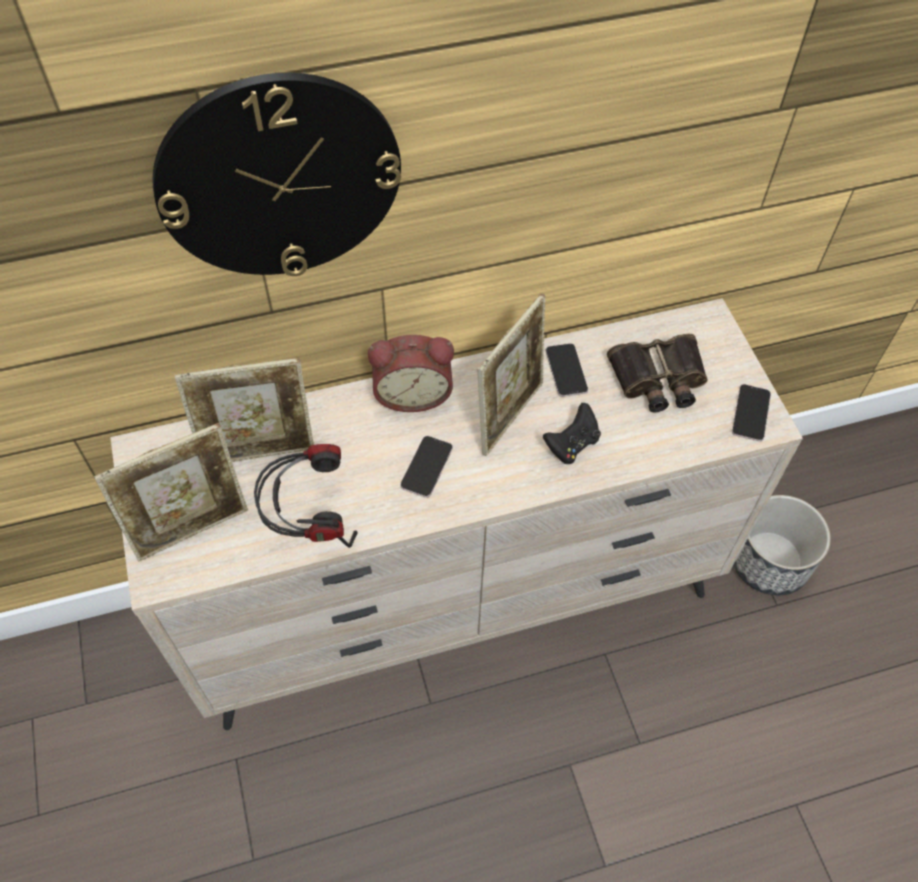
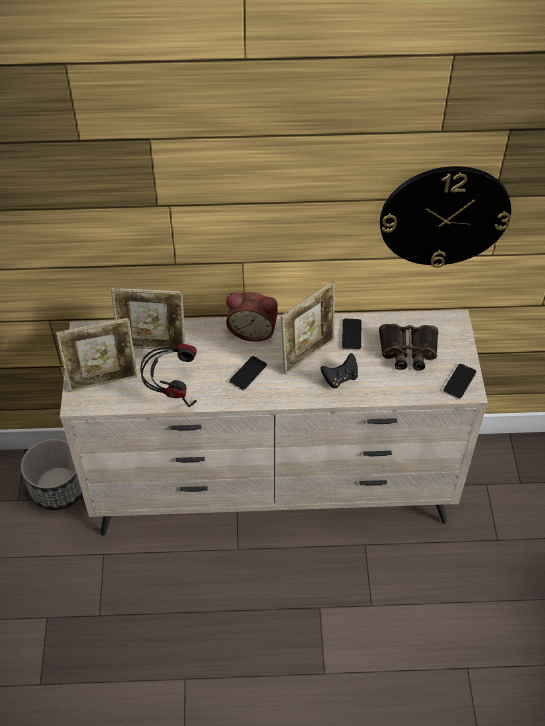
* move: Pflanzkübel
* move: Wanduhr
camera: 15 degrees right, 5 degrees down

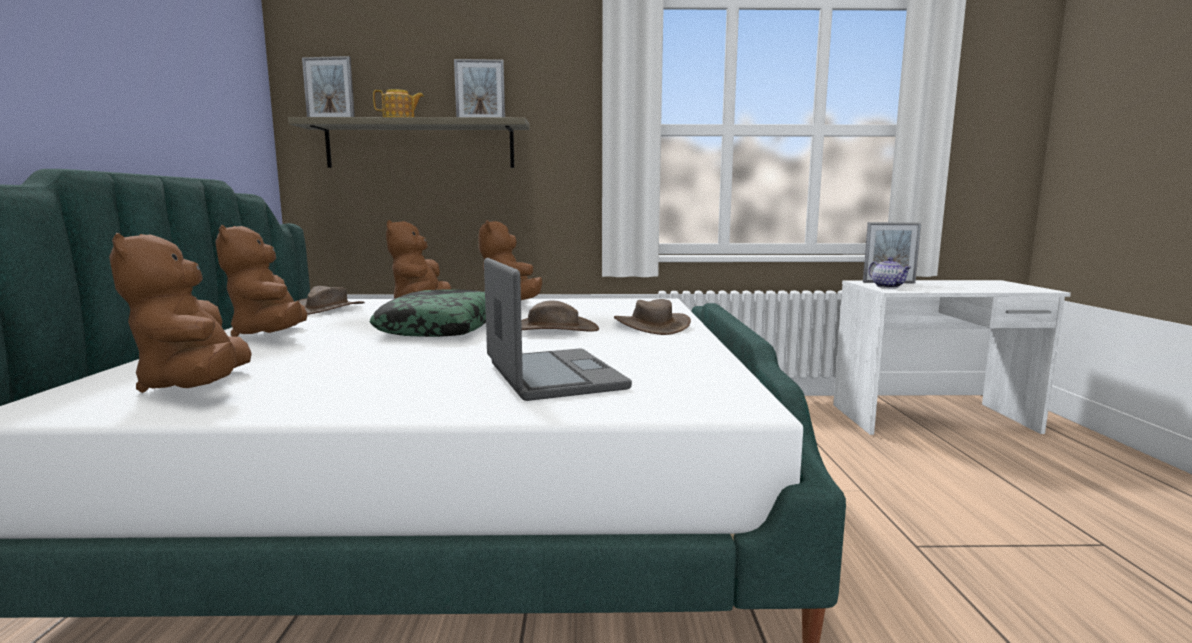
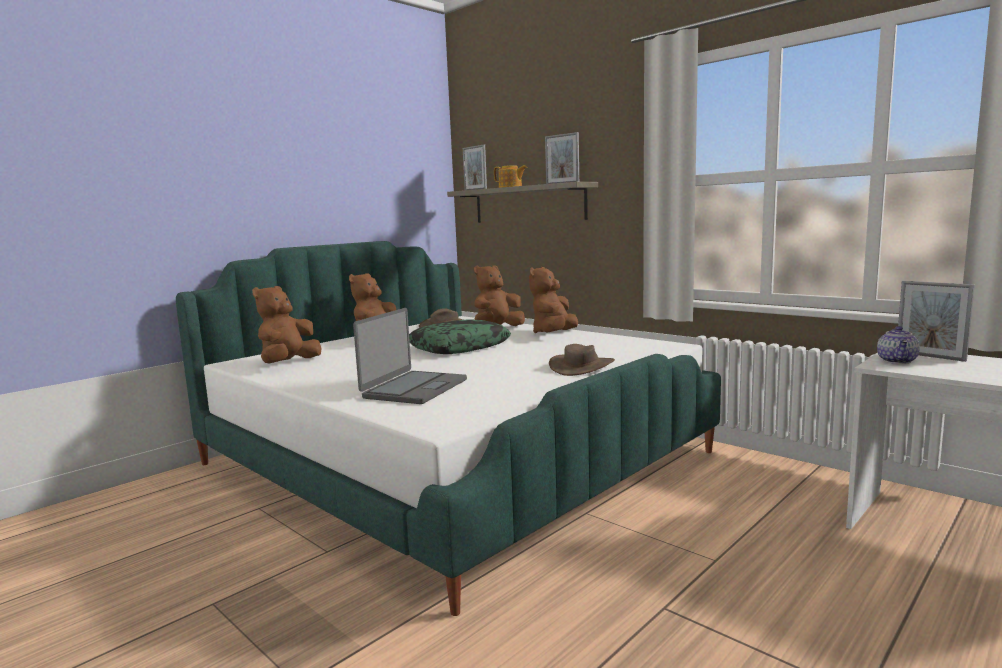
* delete: Hut [braun] (2nd from left)
camera: 45 degrees right, 0 degrees up

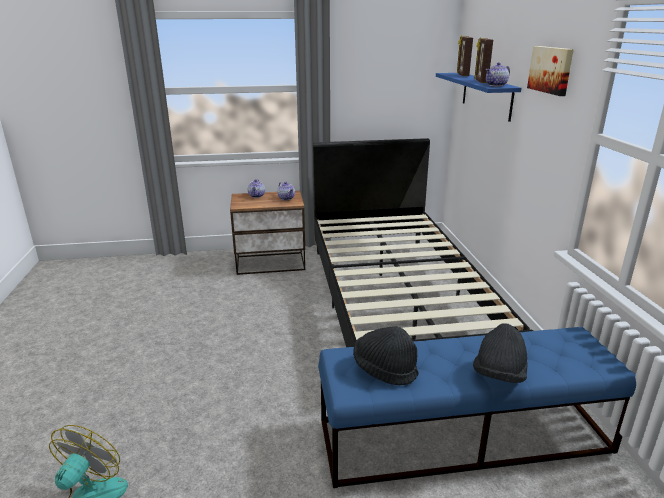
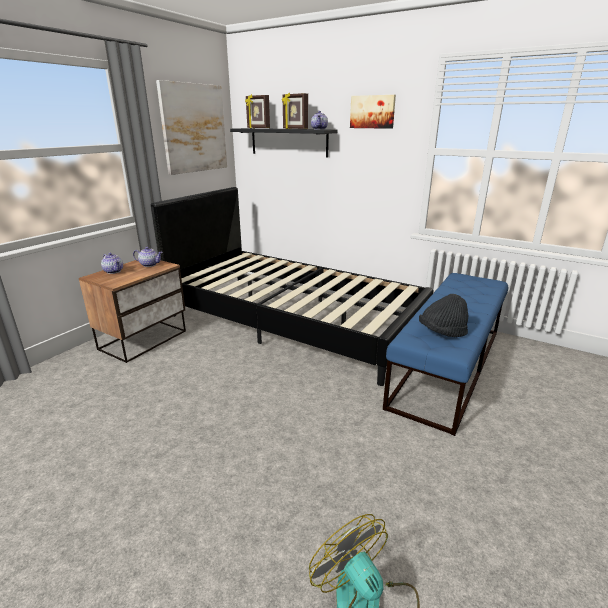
* insert: Bild (1st from left)
* recolor: Wandregal [blau] to Wandregal [schwarz]
* delete: Hut [schwarz] (2nd from left)
camera: 50 degrees left, 0 degrees up

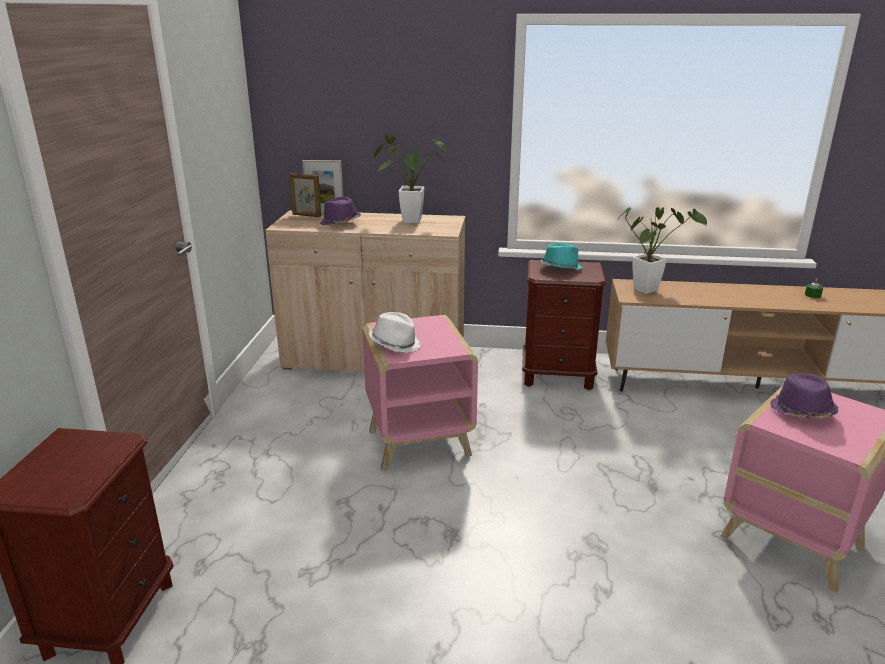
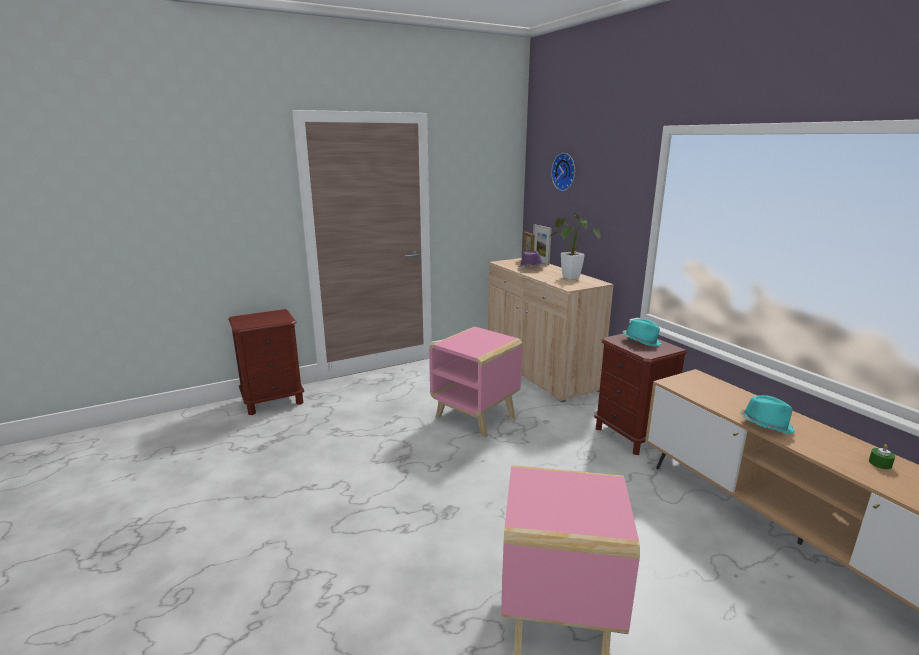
* insert: Wanduhr
* insert: Hut [türkis] (2nd from left)
* delete: Hut [weiß]
* delete: Topfpflanze (2nd from left)
* delete: Hut [lila] (2nd from left)
camera: 55 degrees right, 5 degrees down

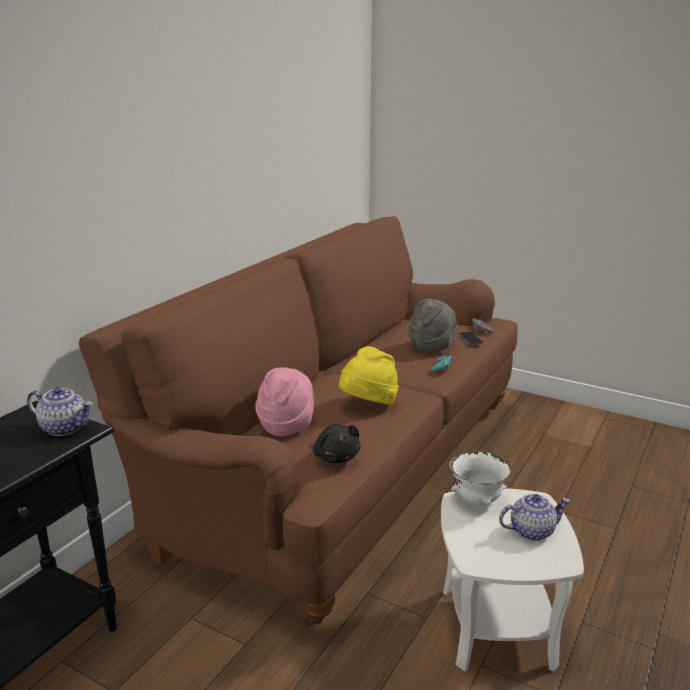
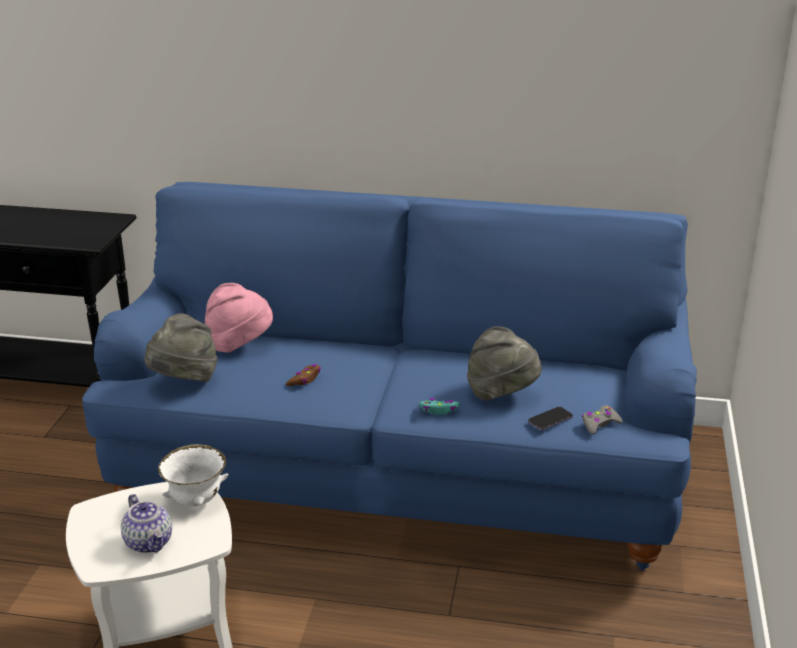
* recolor: Sofa [braun] to Sofa [blau]
* replace: Plüschtier [schwarz] to Hut [grau] (1st from left)
* replace: Hut [gelb] to Gamepad [braun]
* delete: Teekanne (1st from left)
camera: 70 degrees right, 5 degrees up

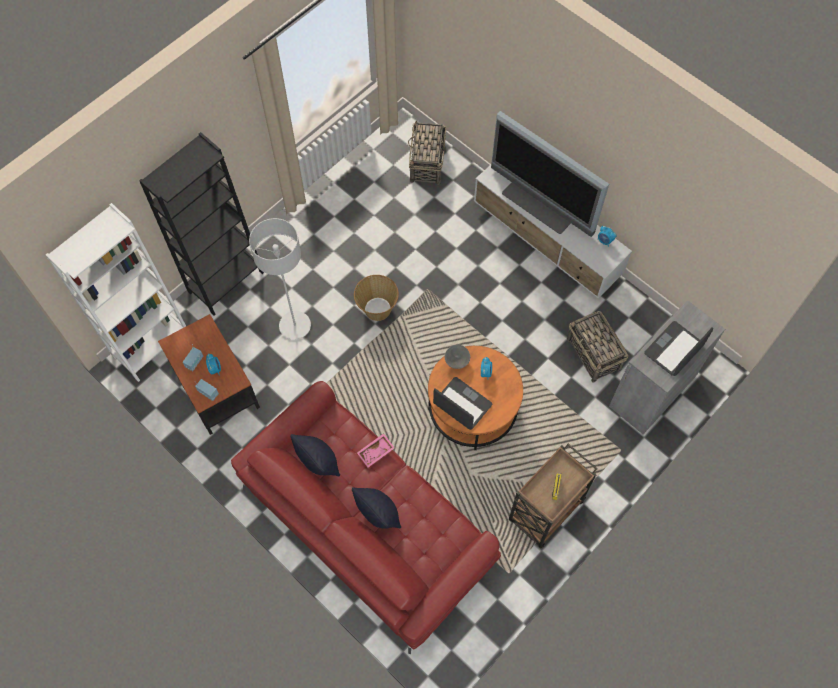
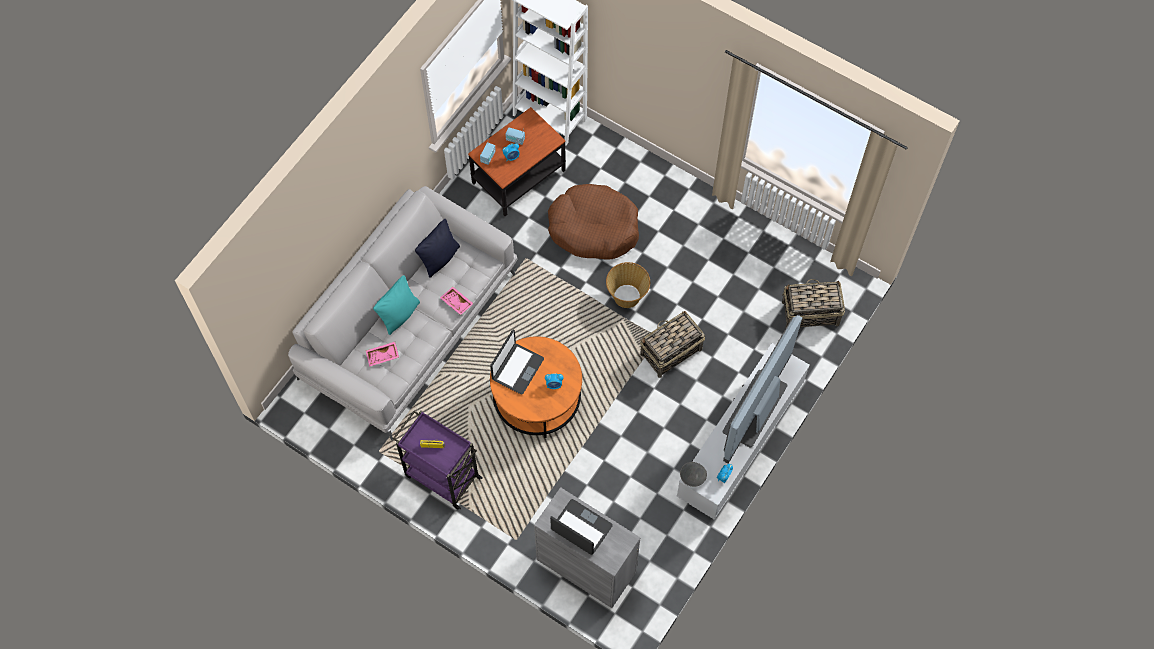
* recolor: Sofa [rot] to Sofa [grau]
* insert: Tablett [rosa] (1st from left)
* recolor: Kissen [schwarz] (2nd from left) to Kissen [türkis]
* recolor: Rollwagen [braun] to Rollwagen [lila]
* replace: Stehlampe [grau] to Hundebett [braun]
* move: Korb (3rd from left in the first image) to Korb (2nd from left)
* move: Schüssel [grau]
* delete: Bücherregal [schwarz]
camera: 80 degrees right, 0 degrees up

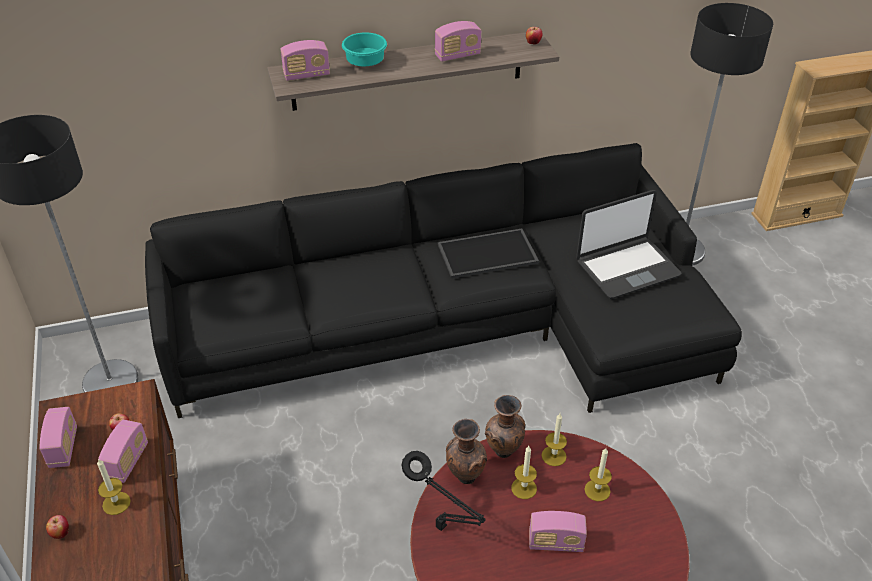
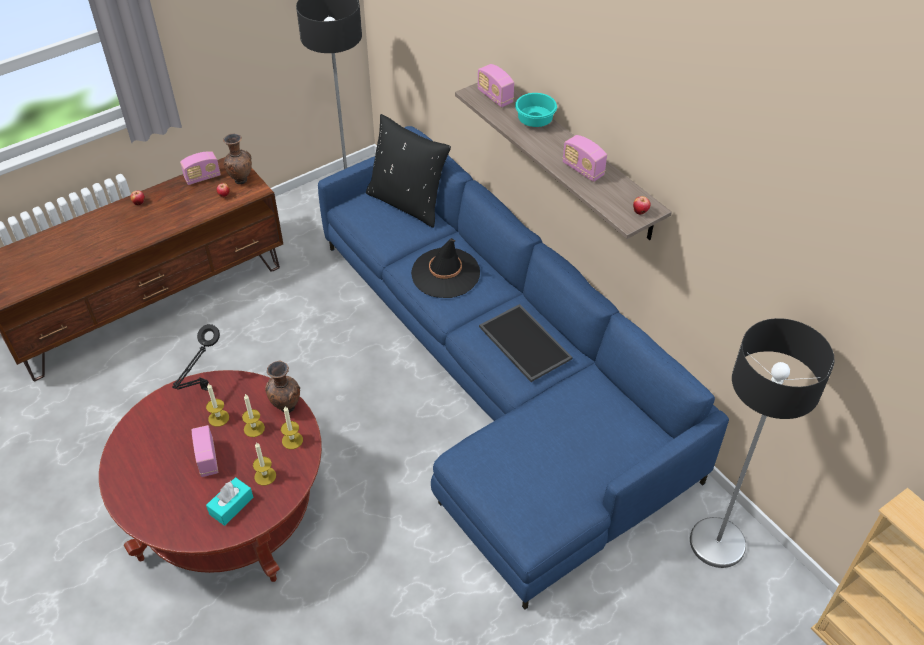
* move: Kerze (1st from left)
* insert: Taschentuchbox [türkis]
* move: Vase [braun] (1st from left)
* recolor: Sofa [schwarz] to Sofa [blau]
* insert: Kissen [schwarz]
* insert: Hut [schwarz]
* delete: Radio (2nd from left)
* delete: Laptop
camera: 70 degrees right, 5 degrees up

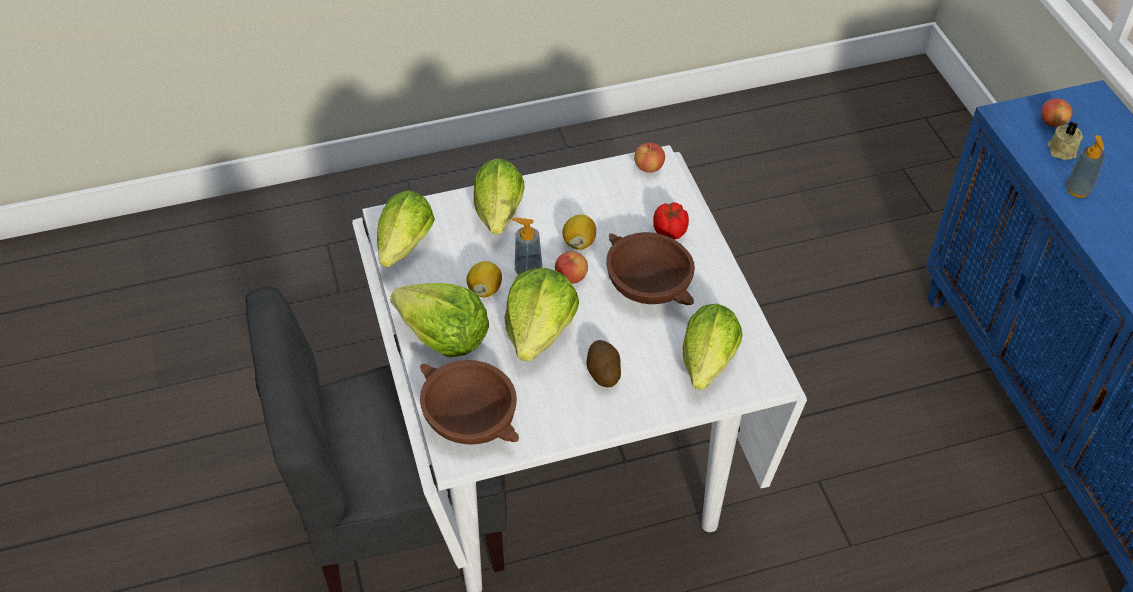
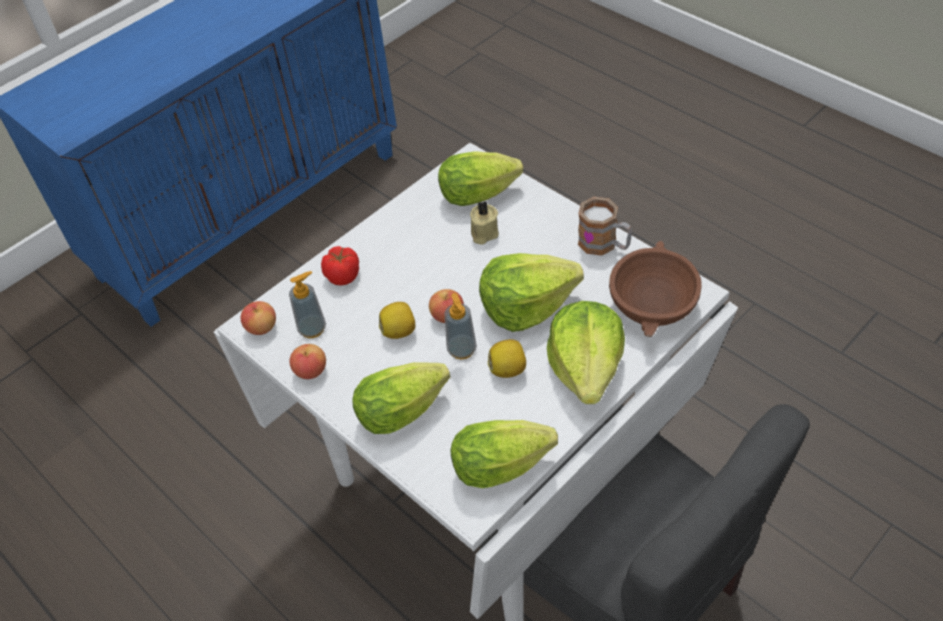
* move: Seifenspender (2nd from left in the first image) to Seifenspender (1st from left)
* move: Apfel (3rd from left in the first image) to Apfel (2nd from left)
* move: Kerze [beige]
* insert: Henkelbecher
* delete: Kartoffel
* delete: Schüssel [braun] (2nd from left)
camera: 115 degrees left, 0 degrees up

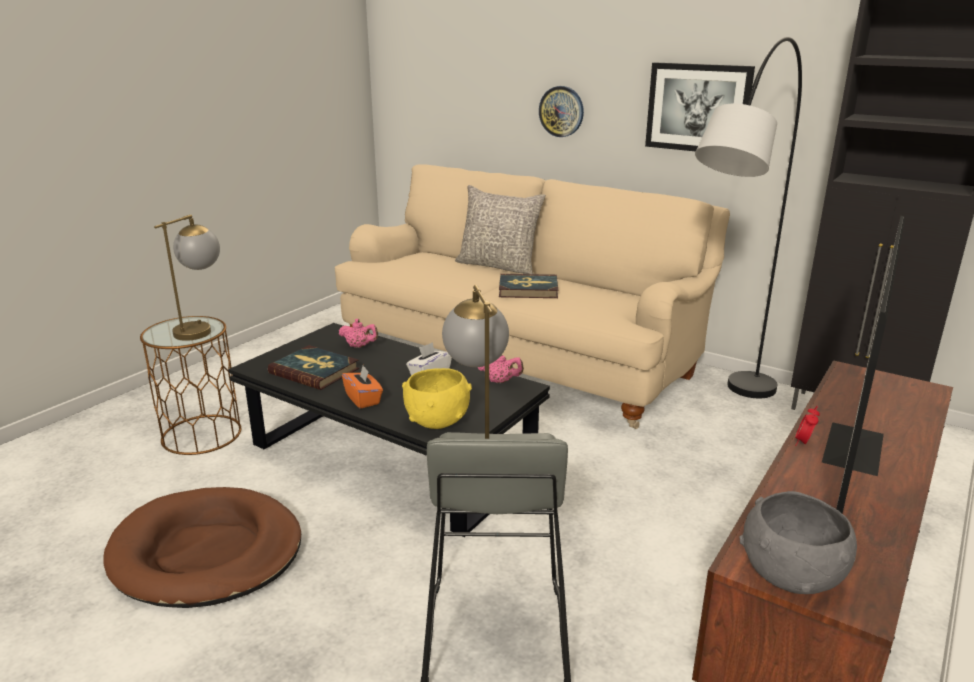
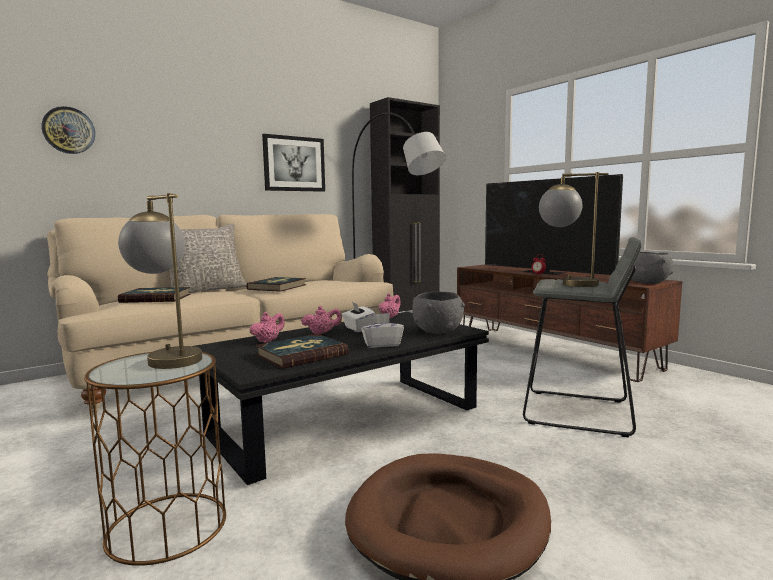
* move: Wanduhr
* insert: Buch (1st from left)
* insert: Teekanne [rosa] (2nd from left)
* recolor: Taschentuchbox [orange] to Taschentuchbox [weiß] (2nd from left)
* recolor: Schüssel [gelb] to Schüssel [grau] (1st from left)
camera: 70 degrees left, 15 degrees down

